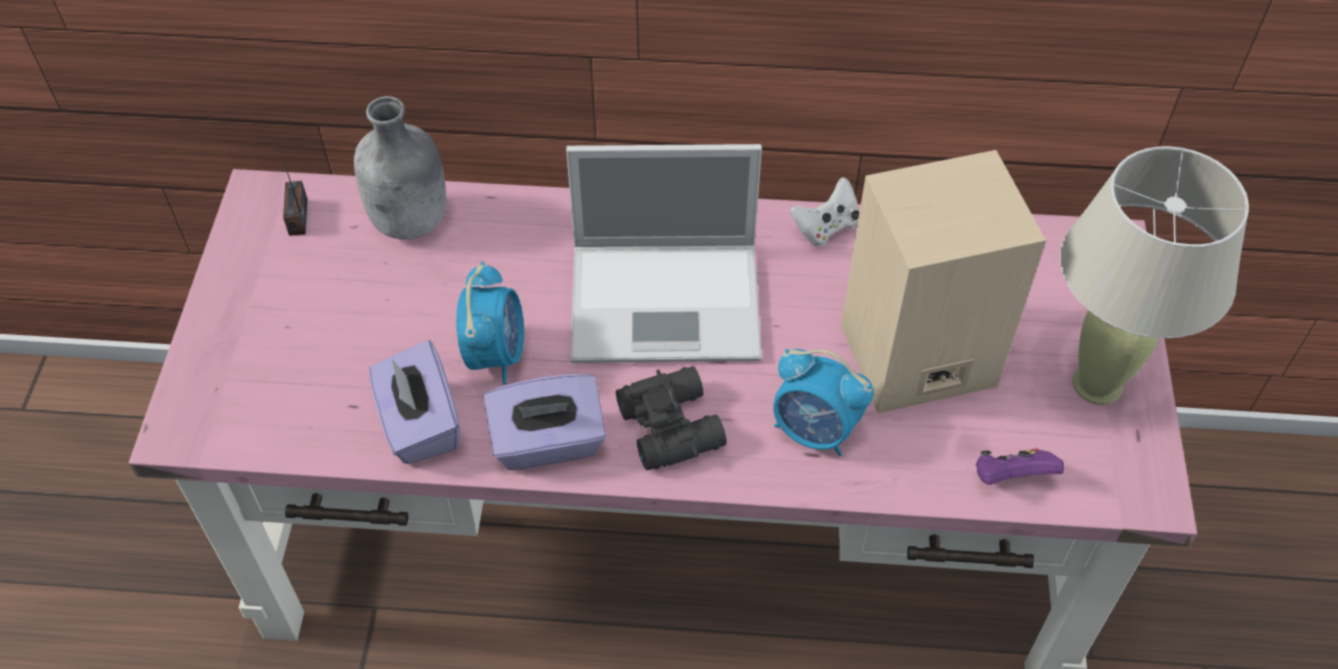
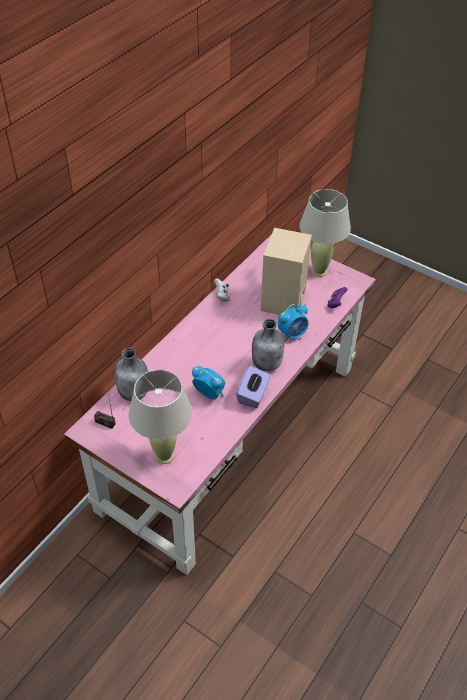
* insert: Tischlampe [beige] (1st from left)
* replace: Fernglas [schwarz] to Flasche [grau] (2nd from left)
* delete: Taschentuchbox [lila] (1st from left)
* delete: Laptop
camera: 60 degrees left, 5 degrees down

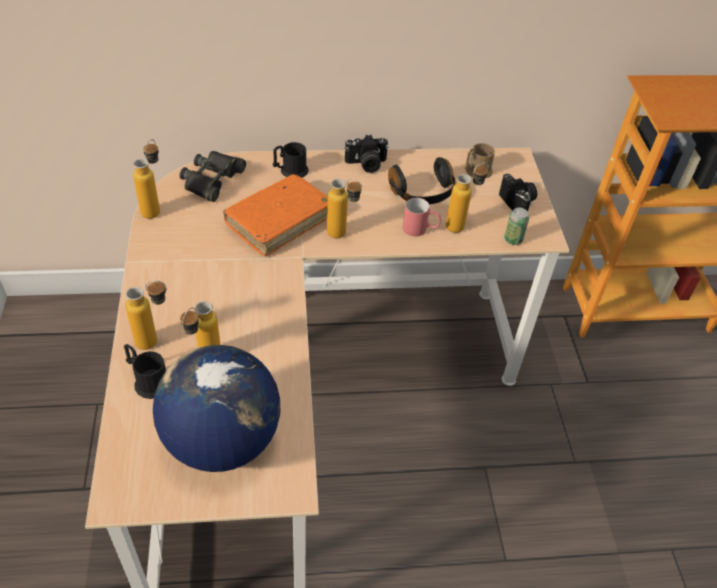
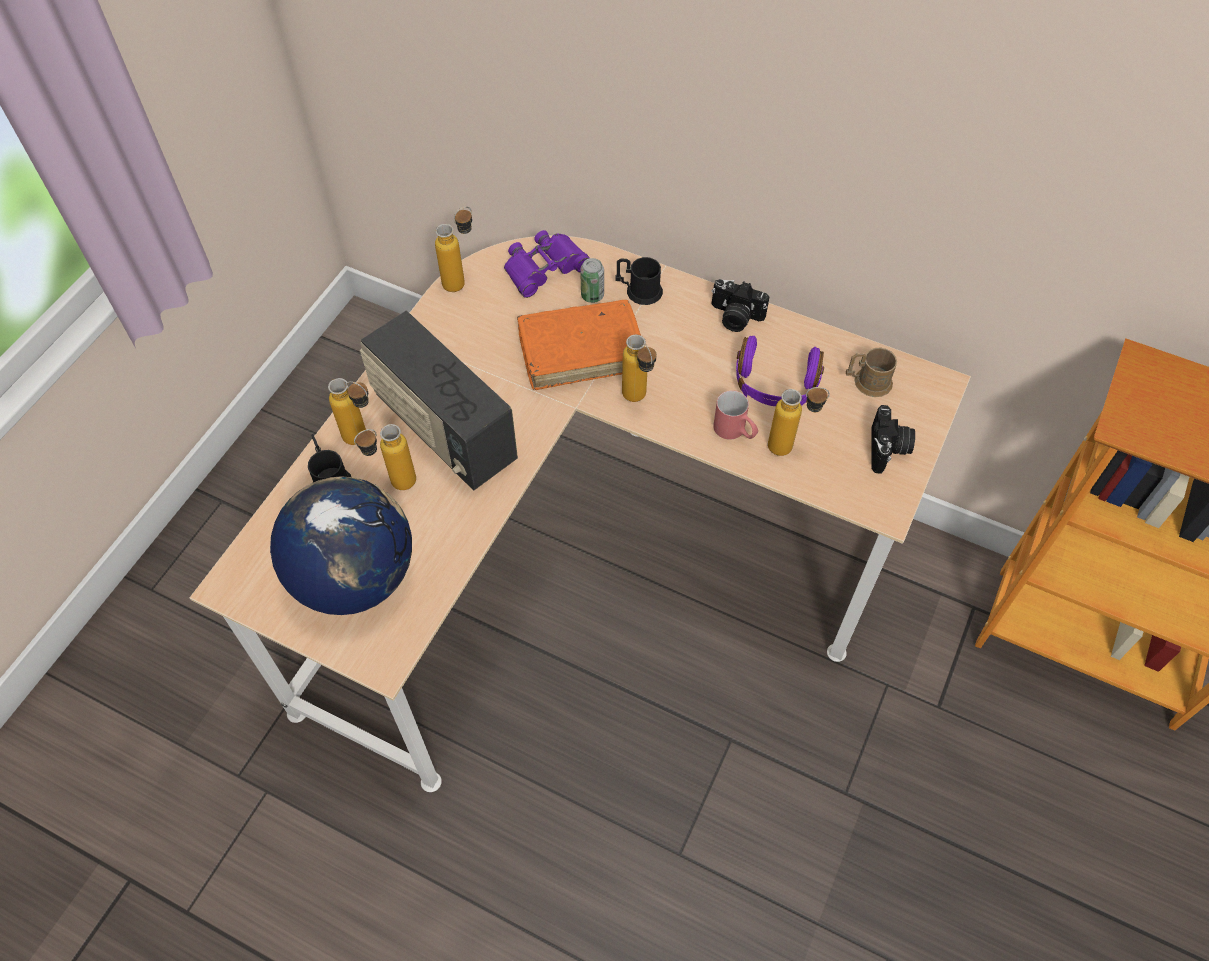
* insert: Radio
* recolor: Fernglas [schwarz] to Fernglas [lila]
* move: Dose
* recolor: Kopfhörer [schwarz] to Kopfhörer [lila]
camera: 35 degrees right, 10 degrees up

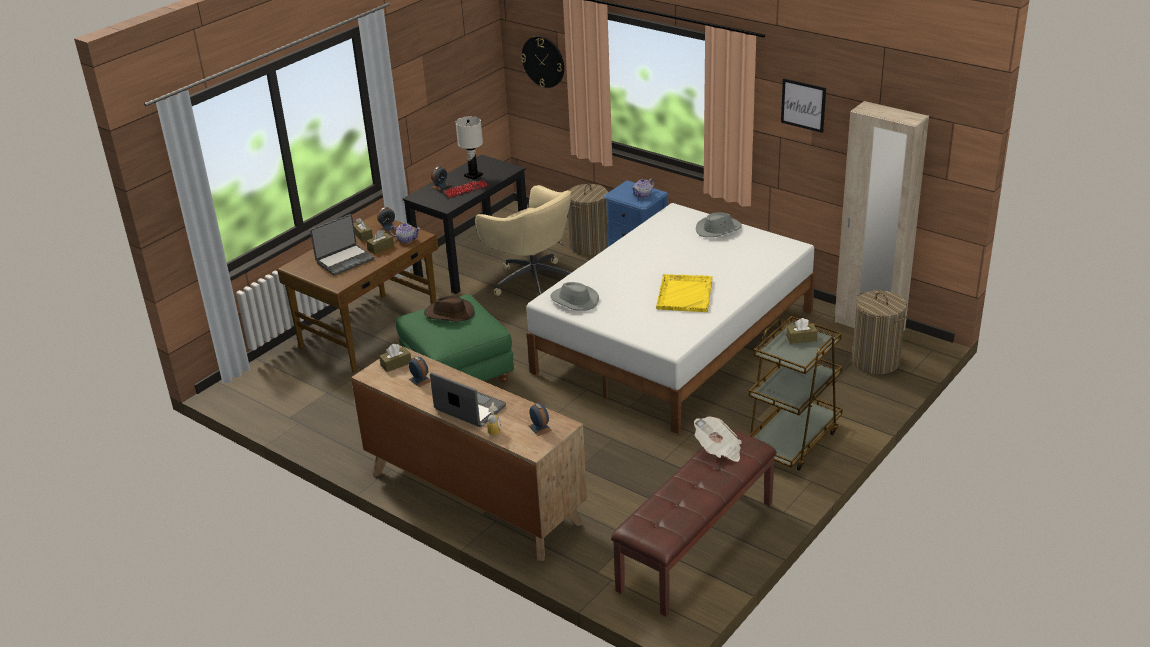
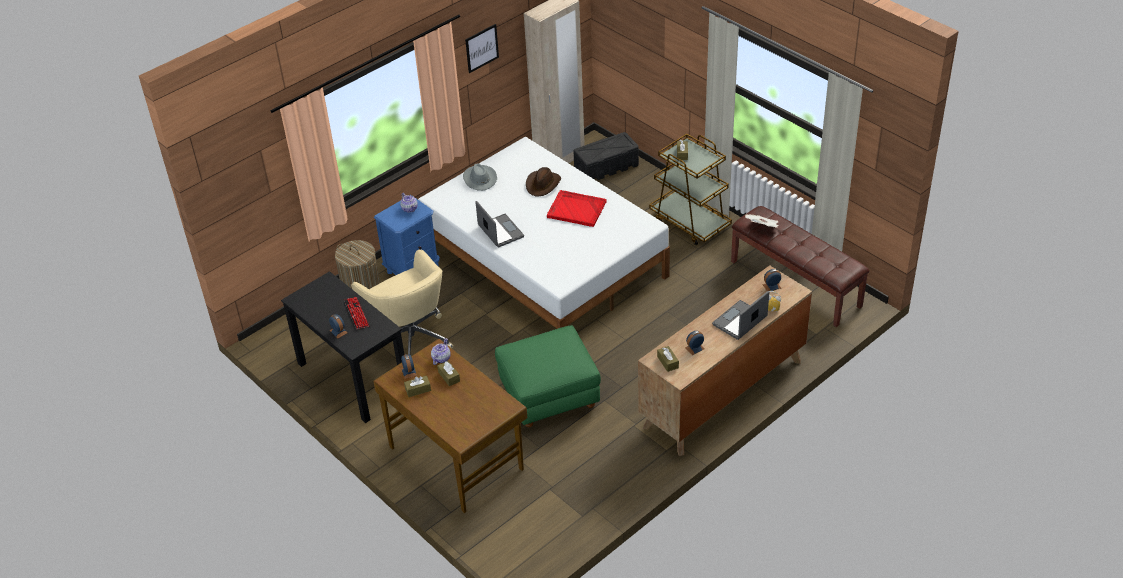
* rotate: Bürostuhl [beige] 90 degrees clockwise
* move: Laptop (1st from left)
* move: Hut [braun]
* recolor: Tablett [gelb] to Tablett [rot]
* replace: Wäschekorb (2nd from left) to Aufbewahrungsbox [schwarz]
* delete: Tischlampe [weiß]
* delete: Wanduhr
* delete: Hut [grau] (1st from left)
camera: 80 degrees left, 10 degrees up

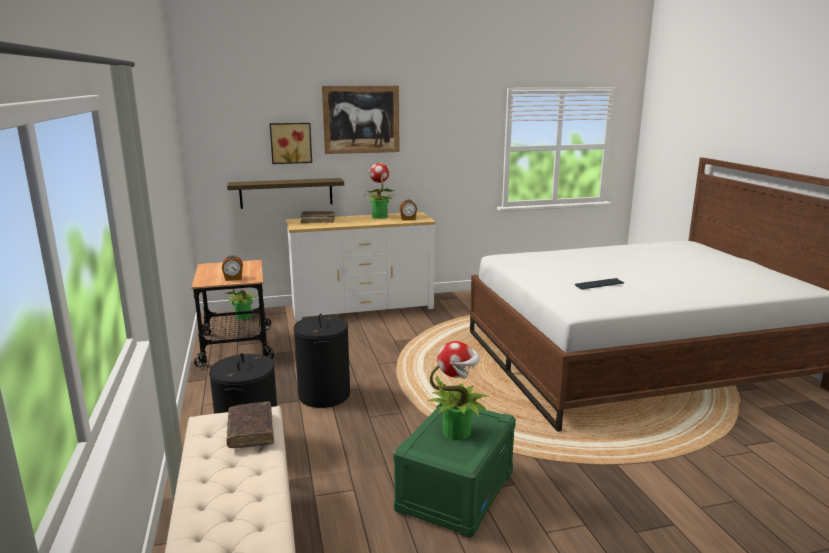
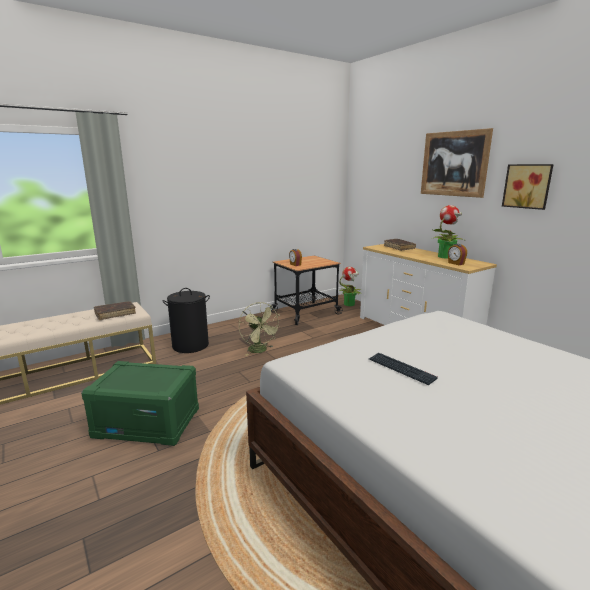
* replace: Wäschekorb [schwarz] (2nd from left) to Ventilator [grün]
* move: Bild (1st from left in the first image) to Bild (2nd from left)
* delete: Wandregal
* delete: Topfpflanze (3rd from left)
camera: 70 degrees right, 0 degrees up

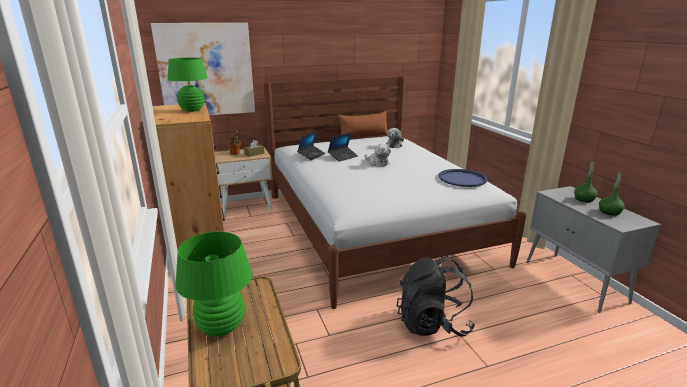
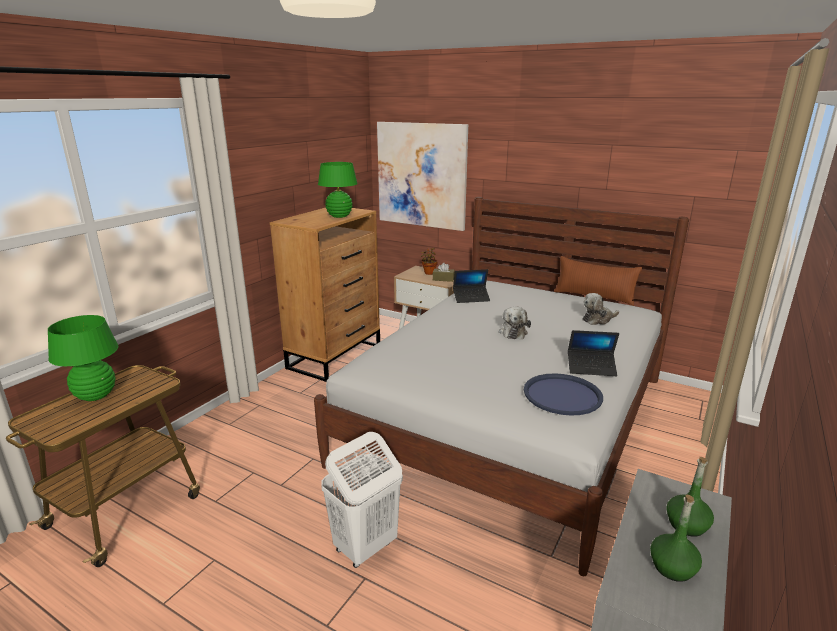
* replace: Rucksack [schwarz] to Wäschekorb [weiß]
* move: Laptop (2nd from left)
camera: 50 degrees right, 0 degrees up

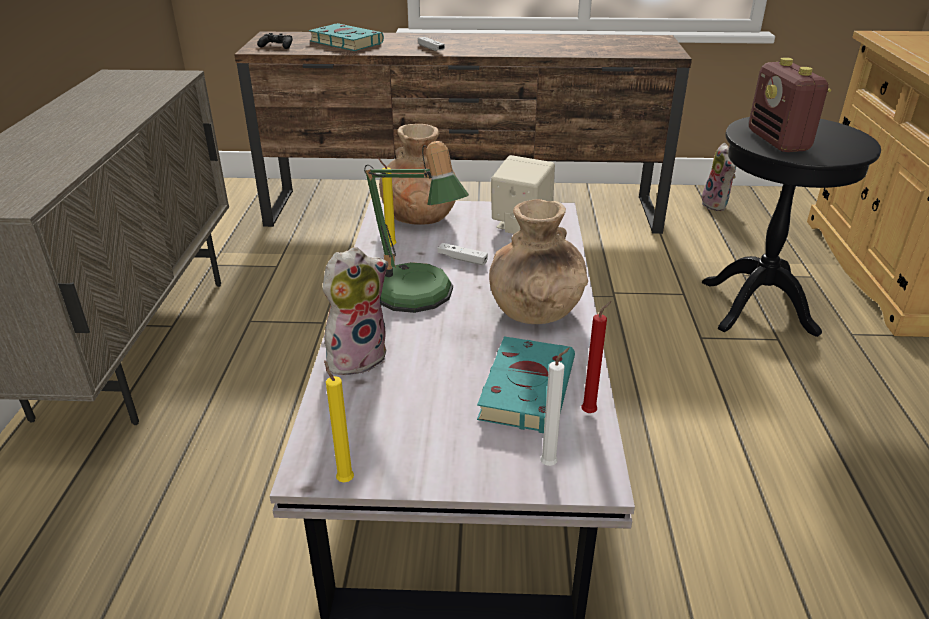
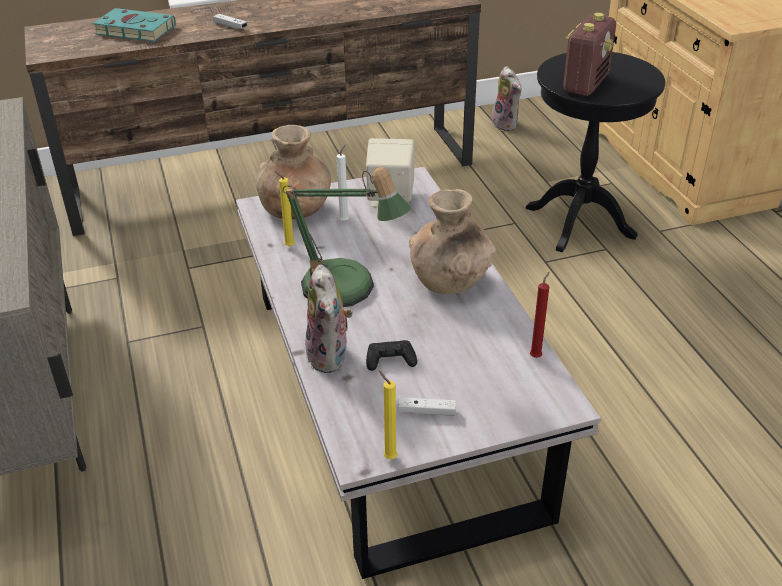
* rotate: Plüschtier (1st from left) 135 degrees clockwise
* move: Kerze [weiß]
* move: Gamepad [schwarz]
* move: Gamepad [weiß] (2nd from left)
* rotate: Radio 120 degrees counterclockwise
* delete: Buch [türkis] (2nd from left)
camera: 20 degrees left, 5 degrees up

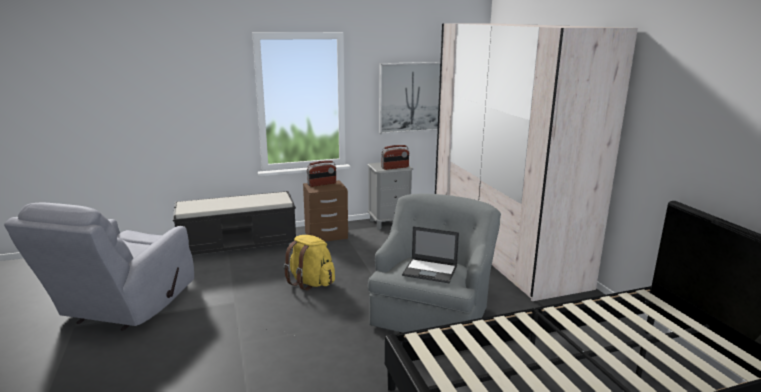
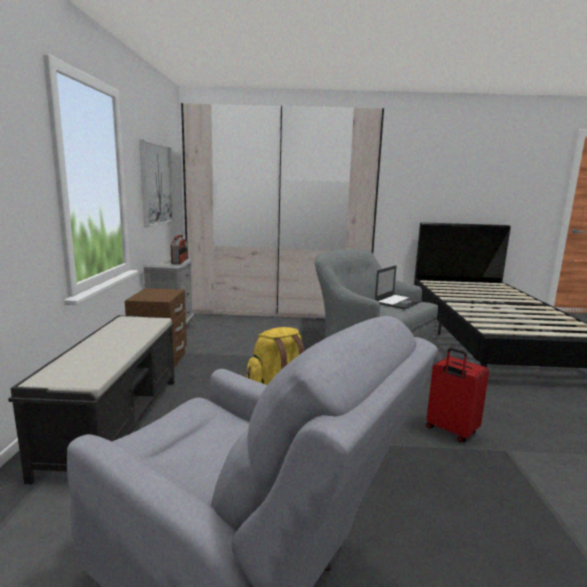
* insert: Koffer [rot]
* delete: Radio (1st from left)
camera: 70 degrees left, 5 degrees down

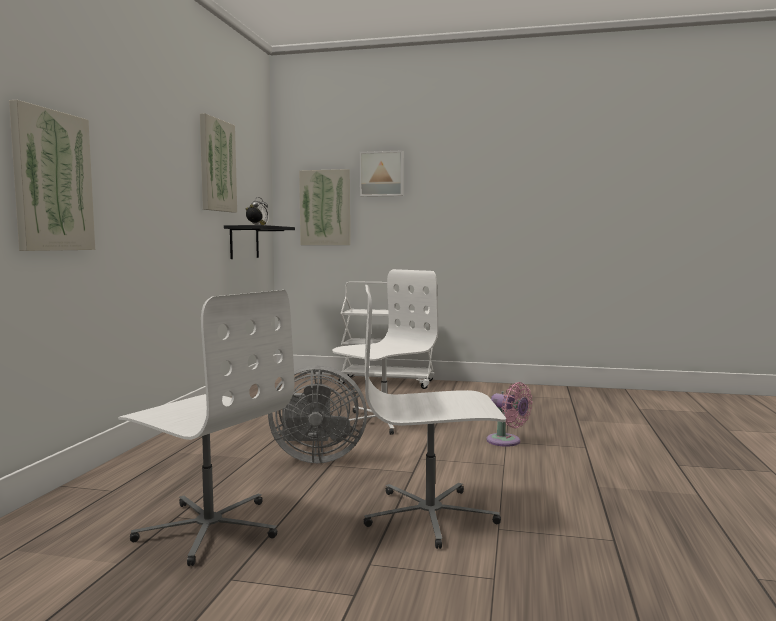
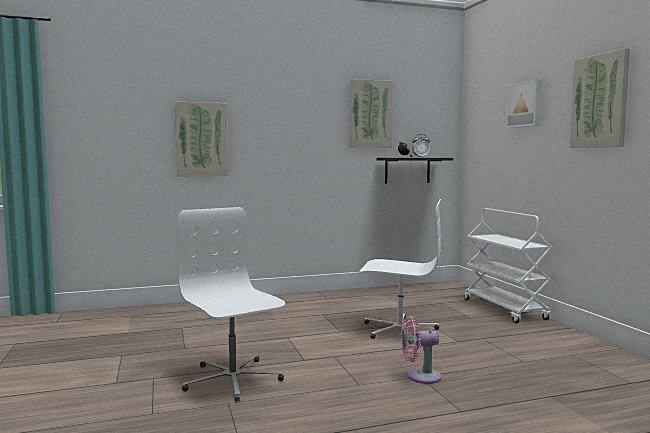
* rotate: Ventilator [rosa] 75 degrees clockwise
* move: Bild (3rd from left in the first image) to Bild (4th from left)
* delete: Bürostuhl [weiß] (1st from left)
* delete: Ventilator [grau]
camera: 60 degrees right, 0 degrees up

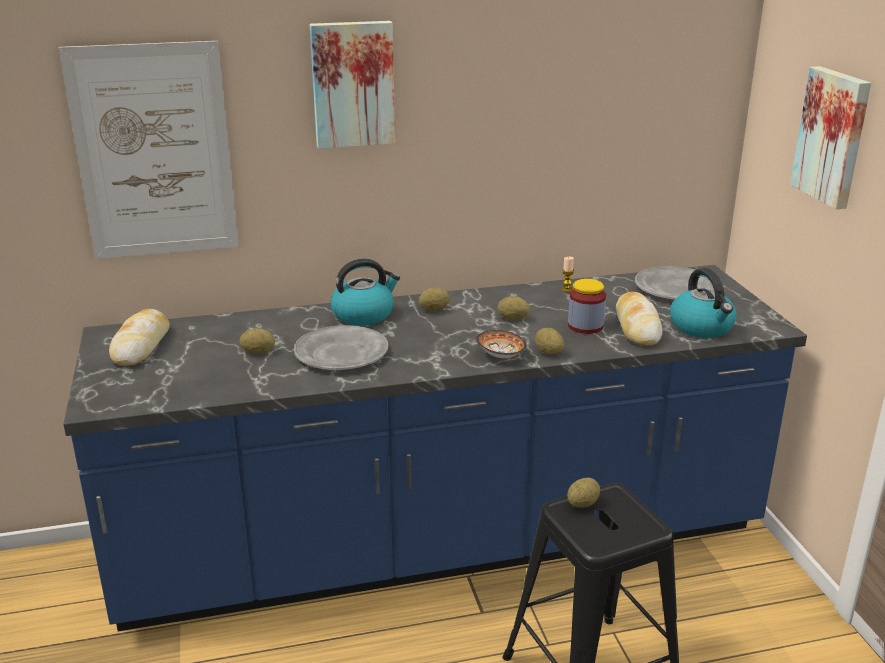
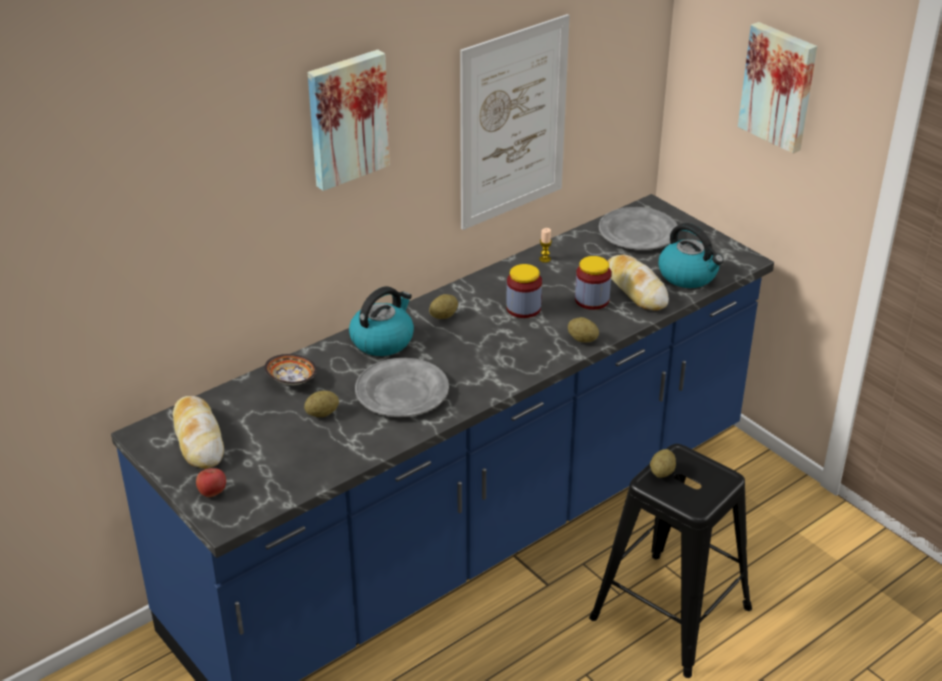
* insert: Apfel
* move: Schüssel
* move: Bild (1st from left in the first image) to Bild (2nd from left)
* replace: Kartoffel (3rd from left) to Vorratsglas (1st from left)
camera: 25 degrees left, 10 degrees up

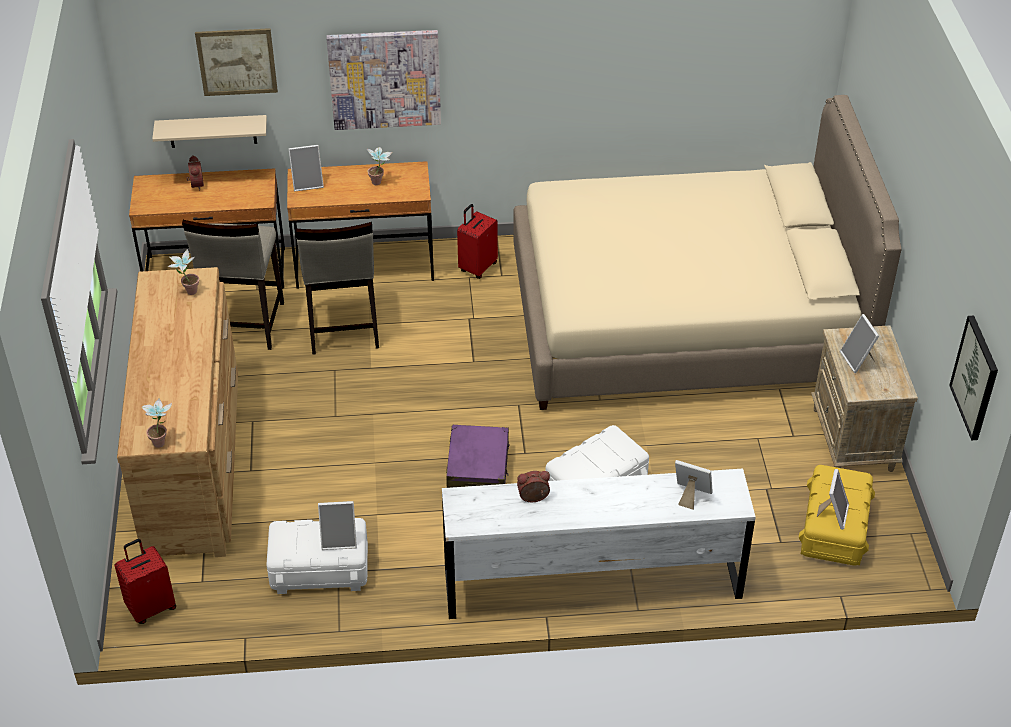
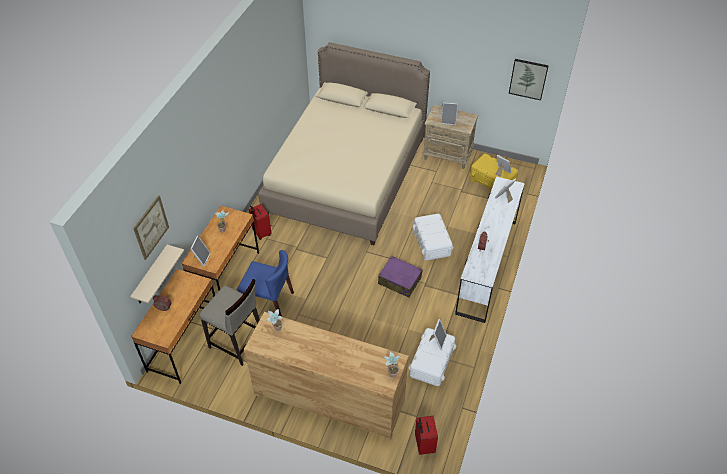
* replace: Hocker [beige] (2nd from left) to Stuhl [blau]
* delete: Bild (2nd from left)
camera: 65 degrees left, 5 degrees up

